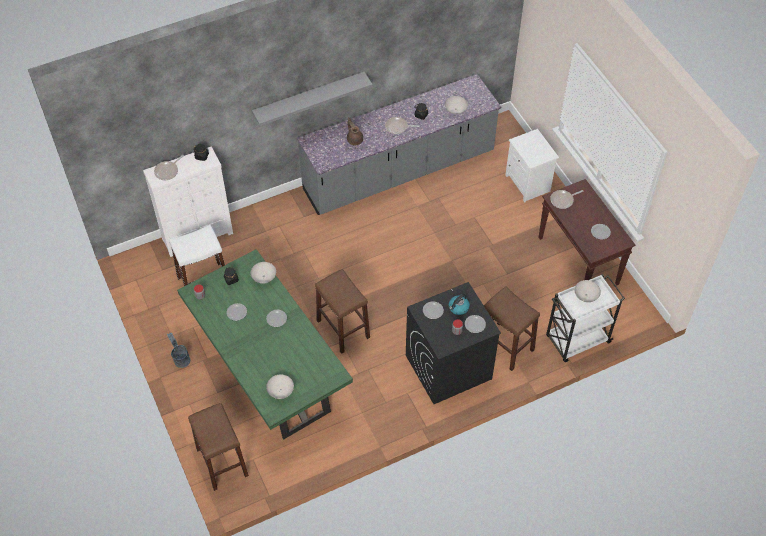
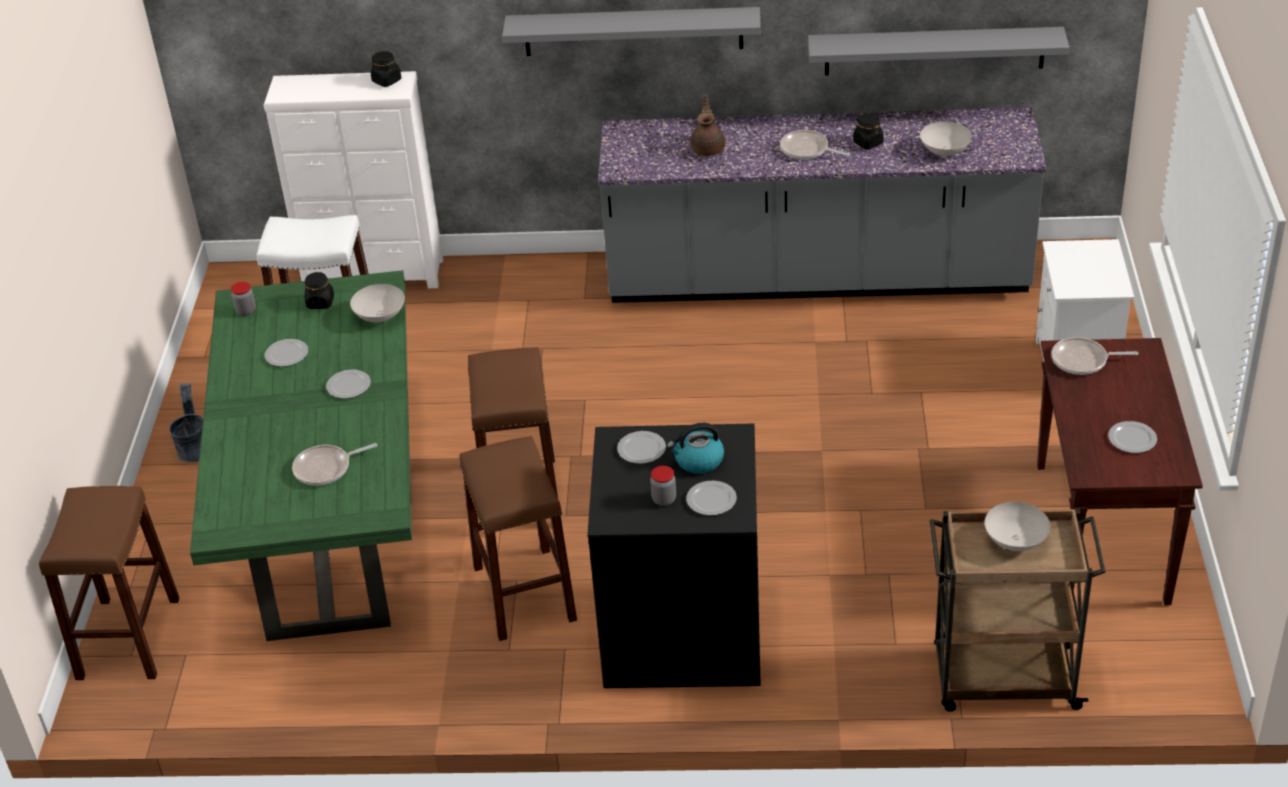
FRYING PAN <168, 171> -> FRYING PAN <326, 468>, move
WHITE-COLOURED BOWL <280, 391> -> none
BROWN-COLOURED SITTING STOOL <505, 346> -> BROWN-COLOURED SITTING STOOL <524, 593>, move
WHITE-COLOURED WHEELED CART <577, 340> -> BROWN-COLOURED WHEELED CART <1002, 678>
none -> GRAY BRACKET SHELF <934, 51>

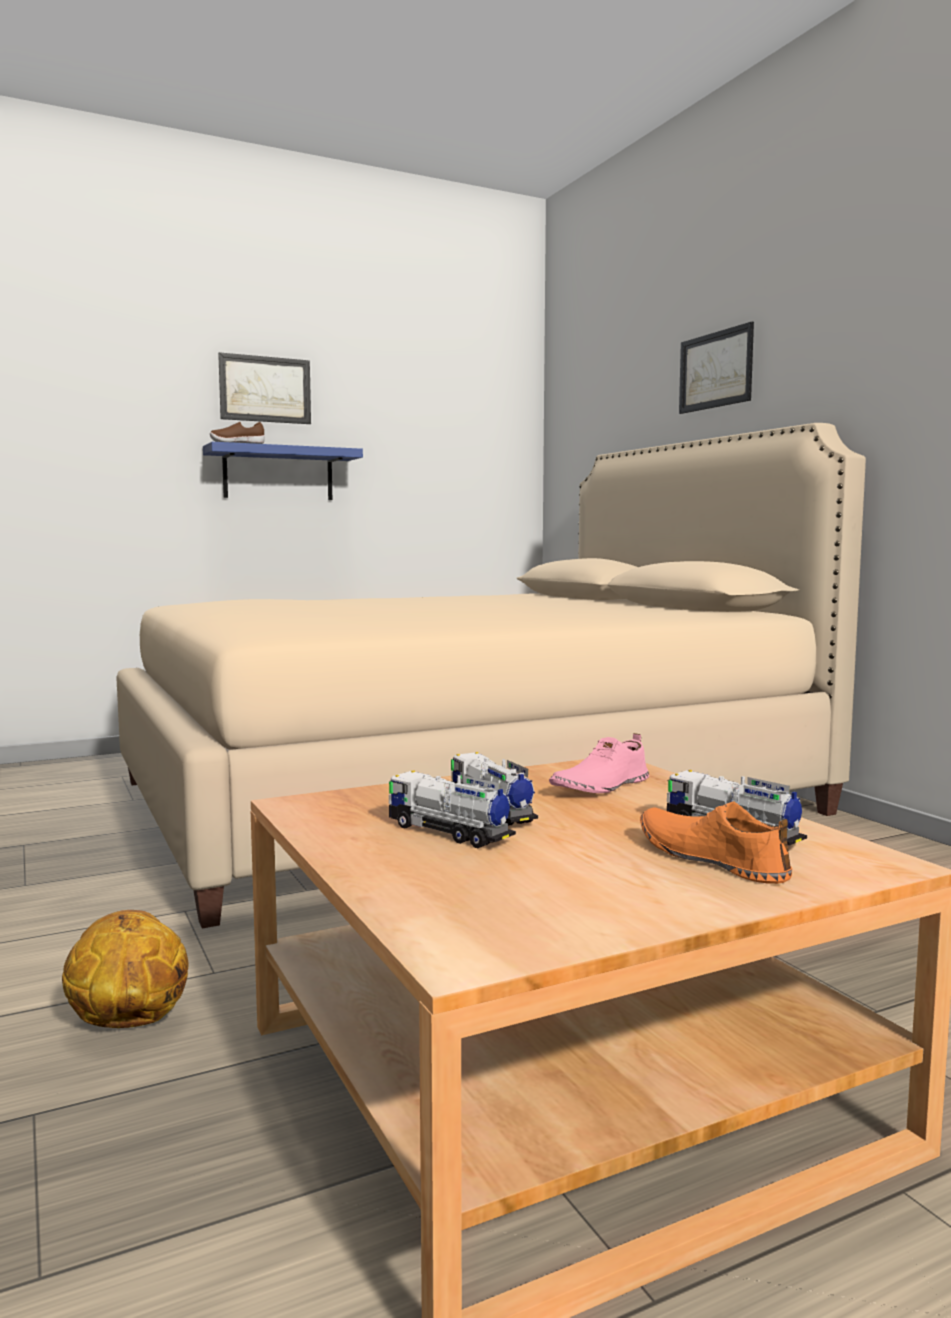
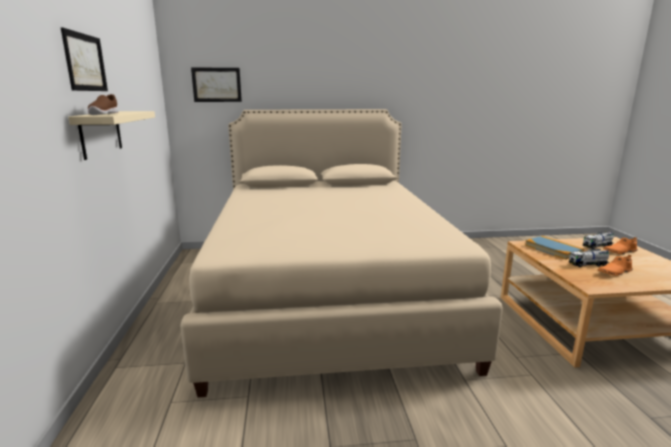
BASKETBALL BALL <128, 1022> -> none
BLUE BRACKET SHELF <278, 474> -> SAND-COLOURED BRACKET SHELF <101, 133>
TOY LORRY <449, 832> -> ORANGEY SHOE <614, 272>
PINK-COLOURED SHOE <600, 786> -> VOLUME <553, 249>
PICTURE <715, 370> -> PICTURE <216, 84>, move

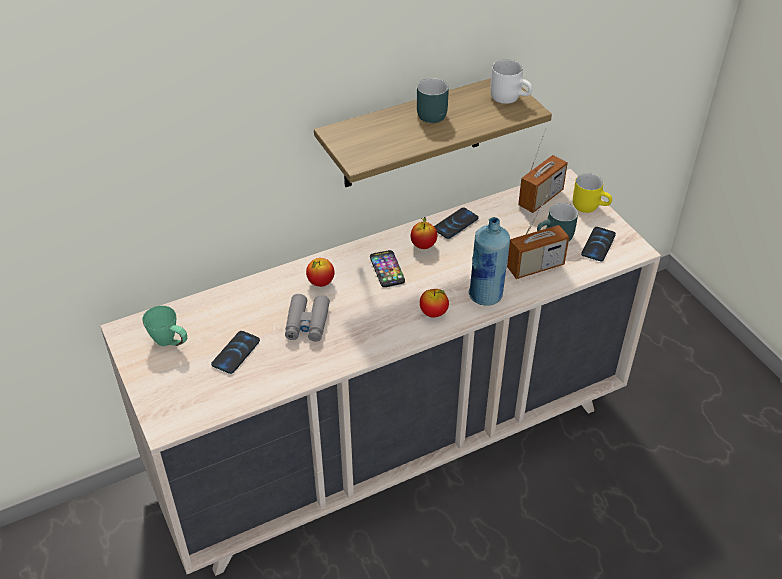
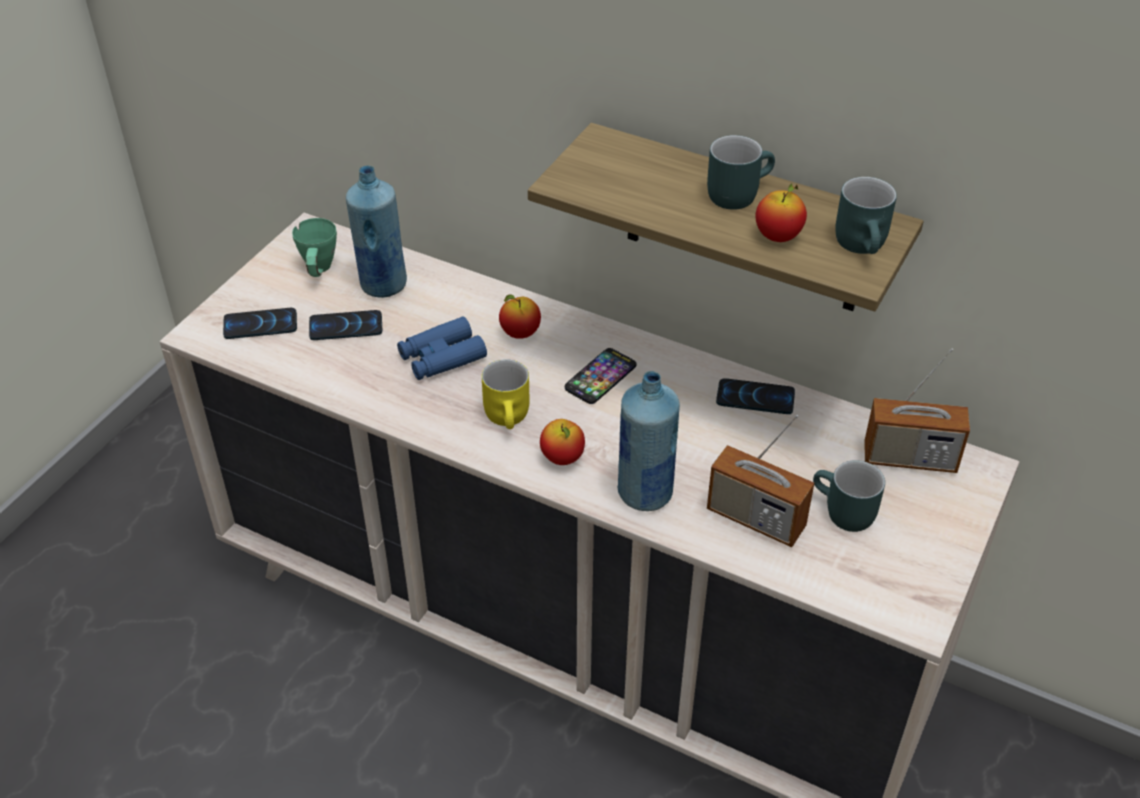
GRAY FIELD GLASSES <307, 323> -> BLUE FIELD GLASSES <442, 357>
APPLE FRUIT <423, 245> -> APPLE FRUIT <778, 237>, move
WHITE-COLOURED TEA MUG <510, 97> -> TURQUOISE-COLOURED TEA MUG <865, 245>
YELLOW-COLOURED TEA MUG <590, 205> -> YELLOW-COLOURED TEA MUG <510, 417>, move
PHONE <598, 245> -> PHONE <260, 325>, move
none -> BLUE DRINK BOTTLE <382, 285>

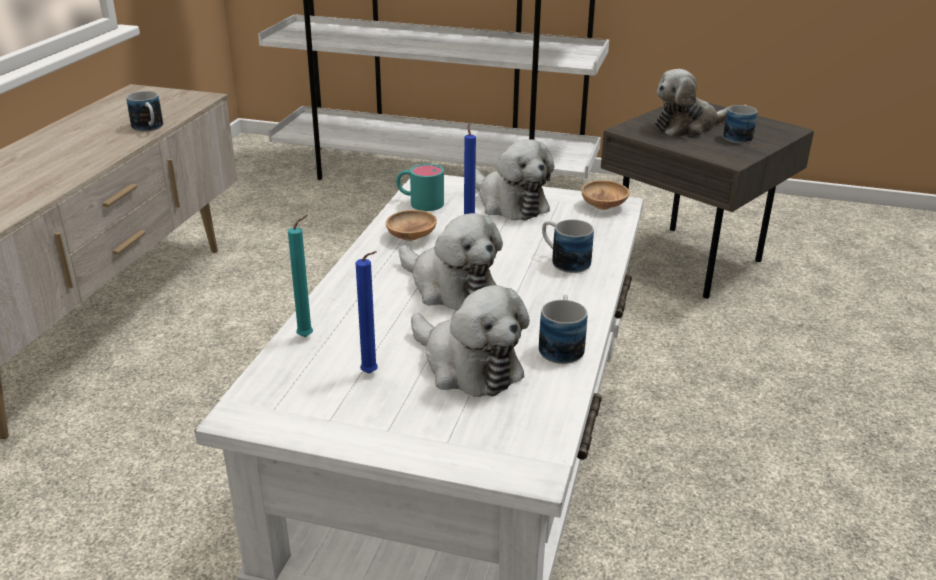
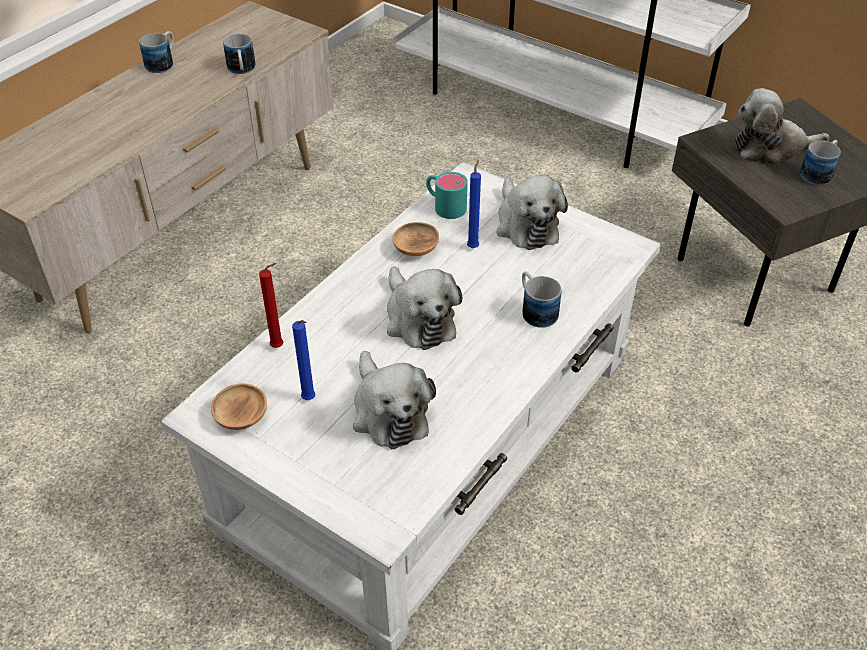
TURQUOISE-COLOURED WAX LIGHT <308, 336> -> RED WAX LIGHT <279, 347>
TEA MUG <561, 345> -> TEA MUG <163, 63>, move
BROWN-COLOURED BOWL <603, 206> -> BROWN-COLOURED BOWL <241, 417>, move

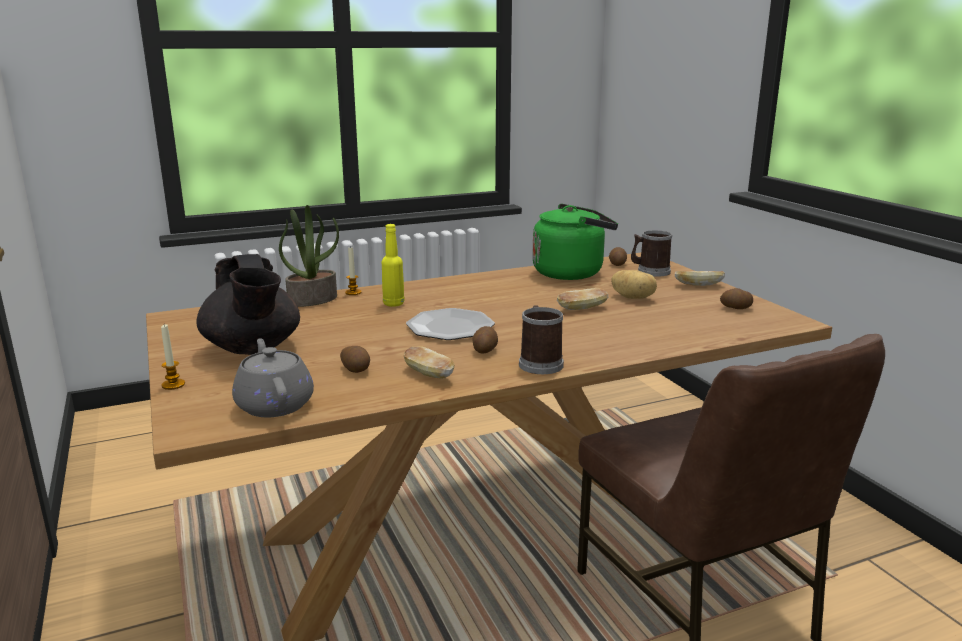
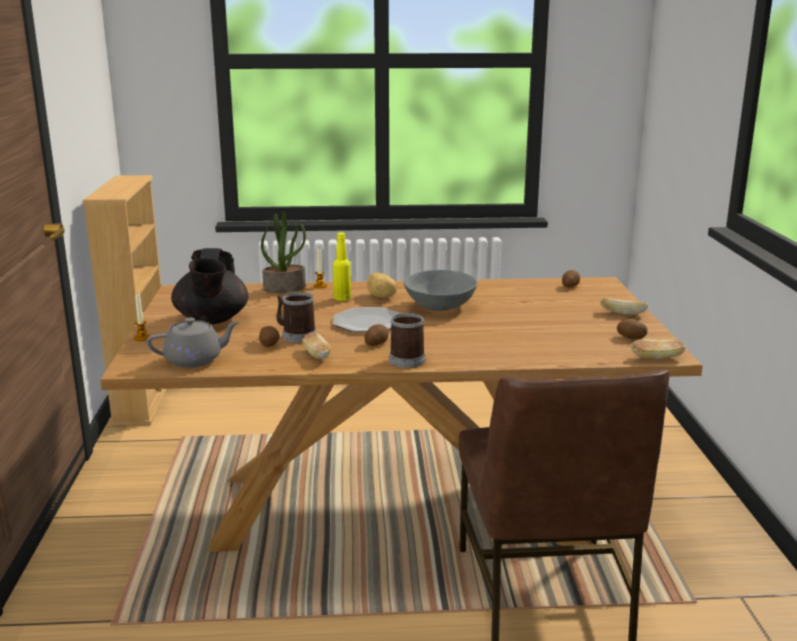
GRAY TEA POT <274, 404> -> GRAY TEA POT <195, 360>, 75 degrees clockwise
GREEN-COLOURED TEA KETTLE <572, 273> -> none
BAKERY BREAD <582, 308> -> BAKERY BREAD <657, 358>, move
POTATO <633, 297> -> POTATO <381, 296>, move
TEA MUG <650, 271> -> TEA MUG <296, 335>, move
none -> SAND-COLOURED SHELVING UNIT <143, 400>
none -> GRAY BOWL <439, 306>

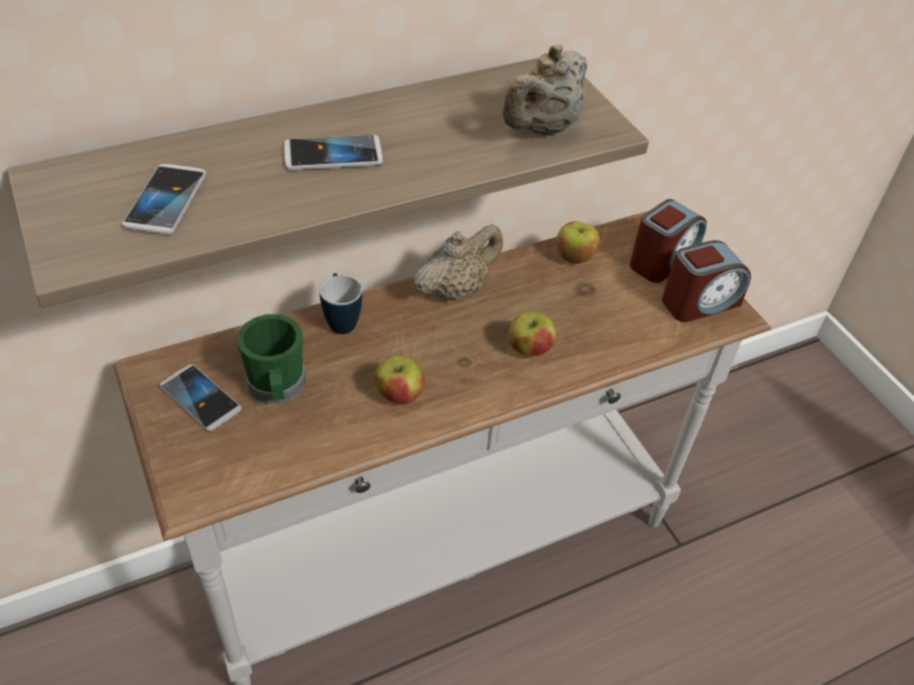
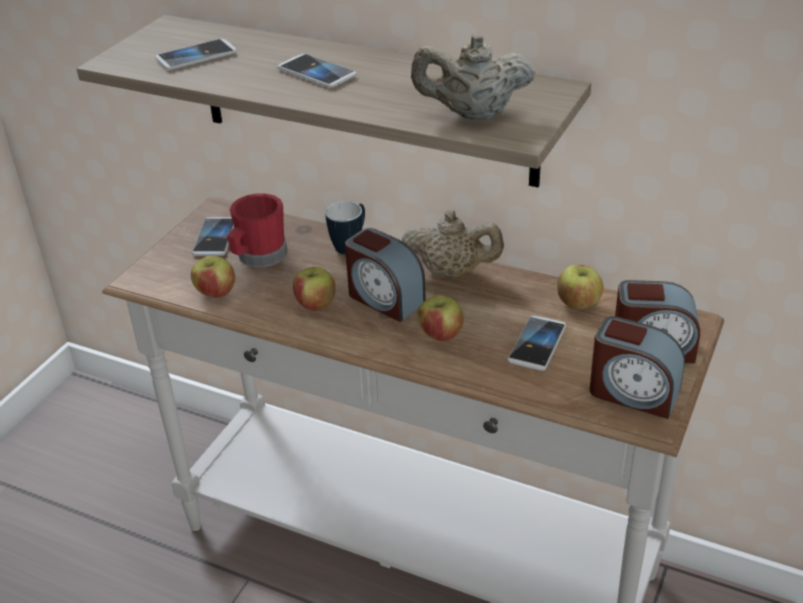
GREEN-COLOURED TEA MUG <277, 388> -> RED TEA MUG <258, 257>
none -> APPLE FRUIT <216, 293>
none -> ALARM CLOCK <384, 299>
none -> PHONE <537, 344>

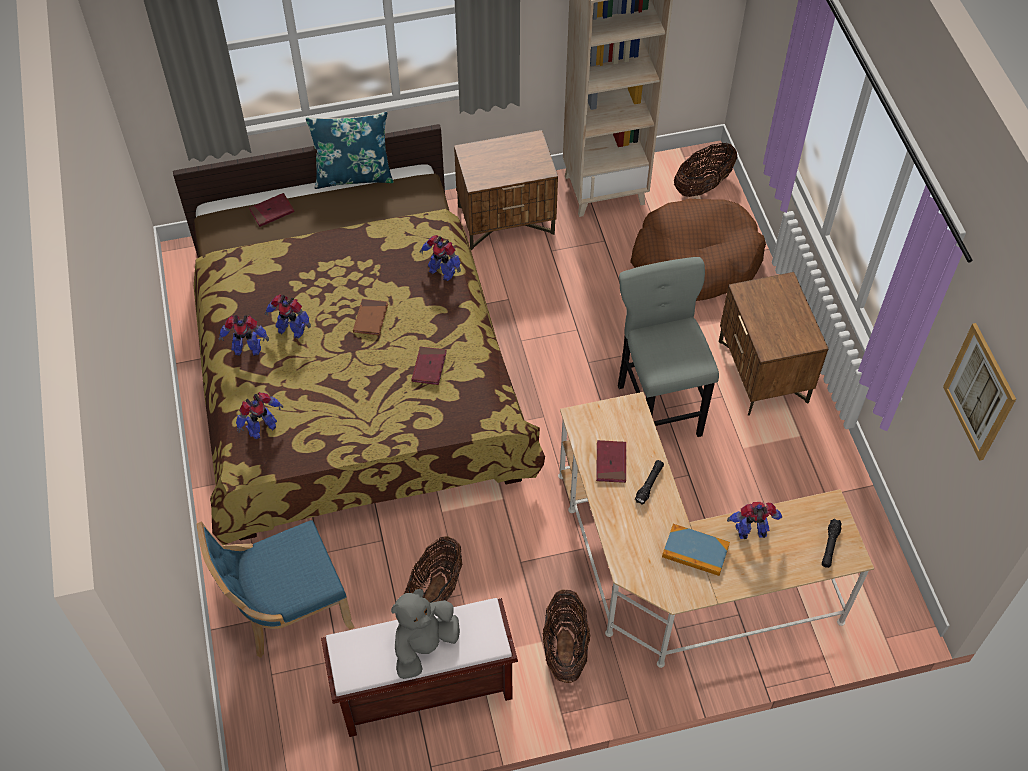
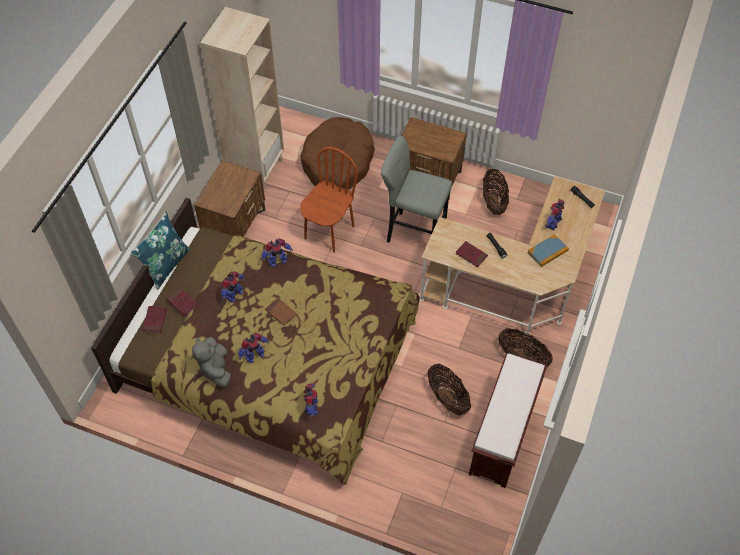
BLUE PLAIN CHAIR <288, 611> -> none
TOY ROBOT <247, 348> -> TOY ROBOT <234, 295>, move
GRAY SOFT TOY <424, 645> -> GRAY SOFT TOY <215, 369>, move
RED VOLUME <429, 367> -> RED VOLUME <182, 303>, move
BASKET <703, 185> -> BASKET <493, 201>, move
PICTURE <979, 392> -> none
none -> BROWN-COLOURED PLAIN CHAIR <329, 232>

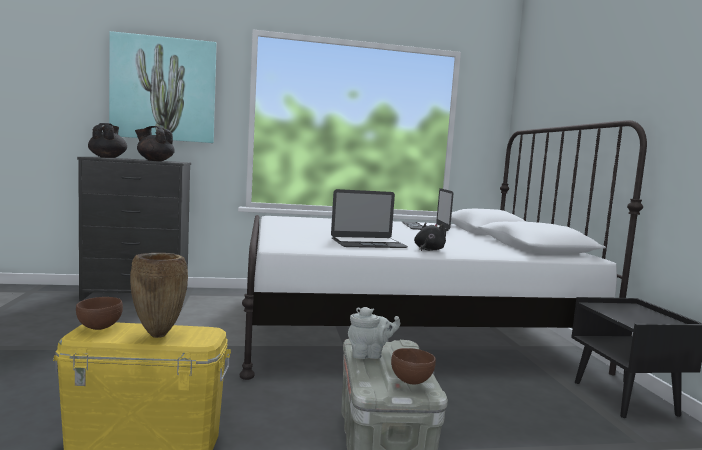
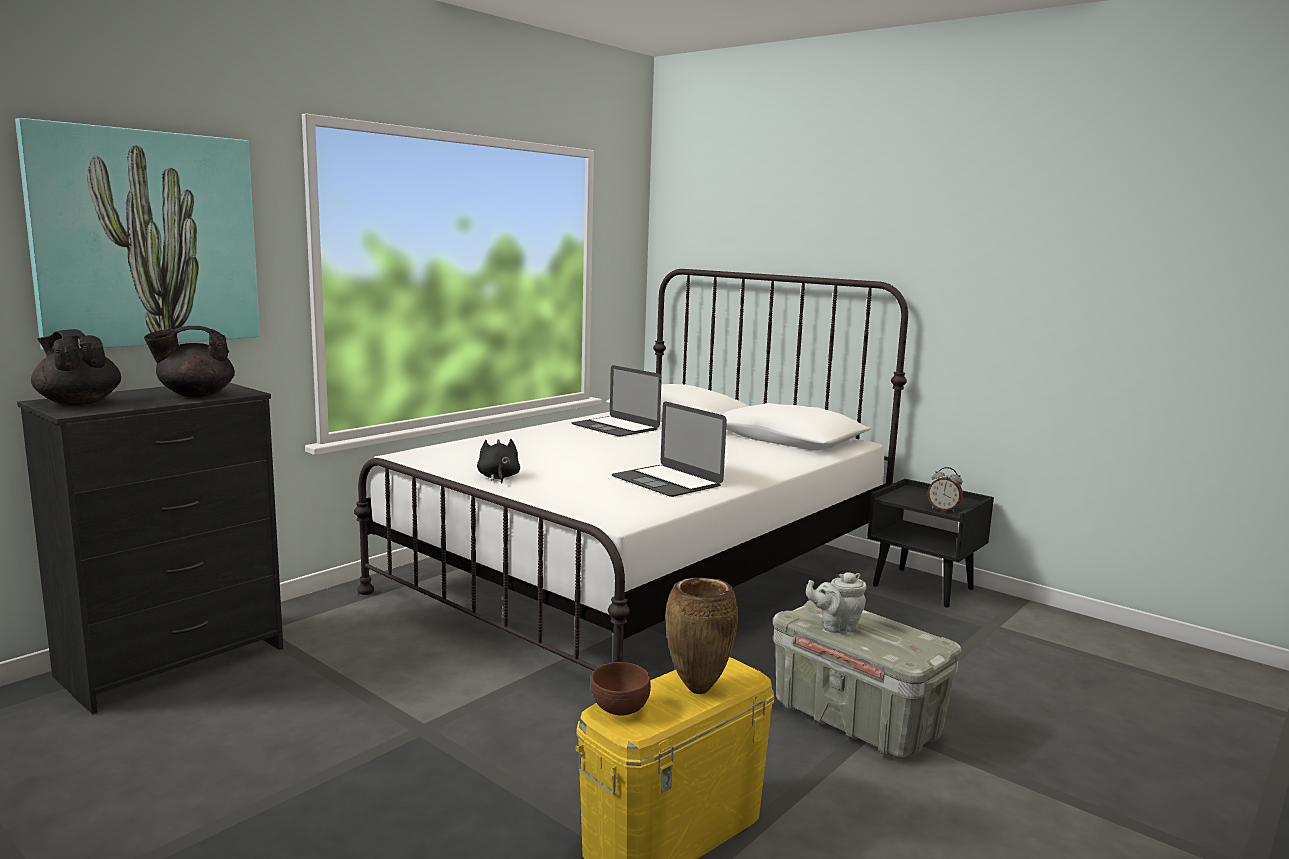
NOTEBOOK COMPUTER <368, 243> -> NOTEBOOK COMPUTER <667, 481>, 105 degrees clockwise
GRAY TEA POT <369, 355> -> GRAY TEA POT <836, 627>, 135 degrees counterclockwise
BROWN-COLOURED BOWL <410, 381> -> none
BLACK SOFT TOY <428, 250> -> BLACK SOFT TOY <498, 477>, move
none -> ALARM CLOCK <943, 509>

